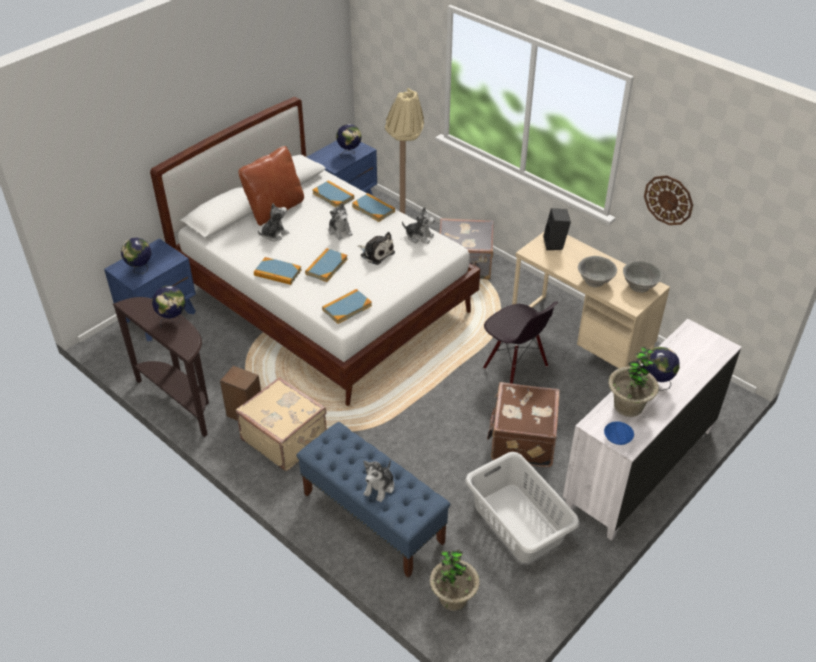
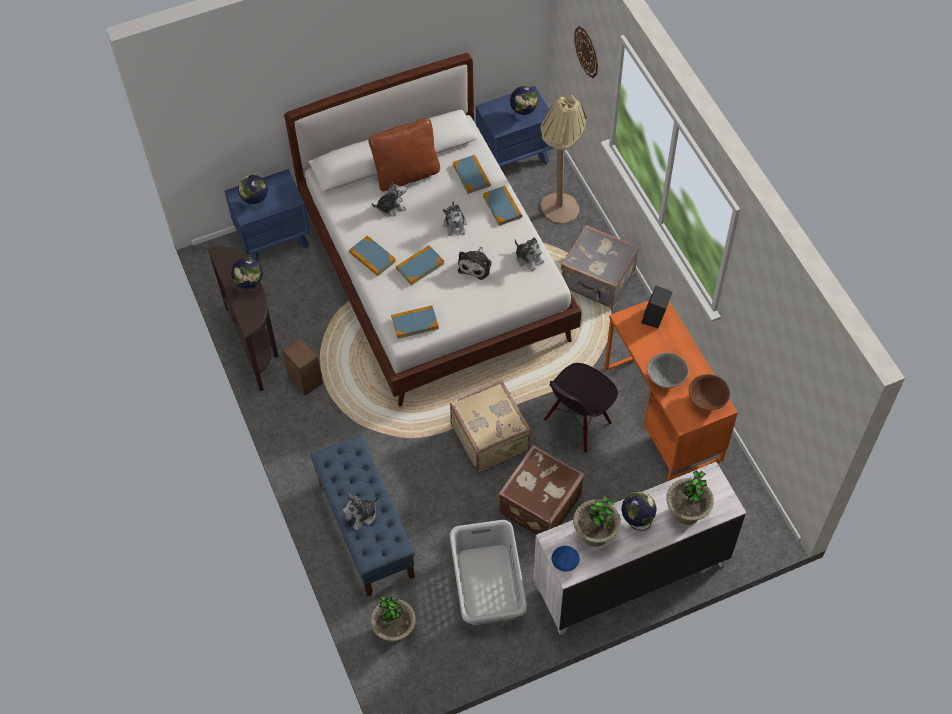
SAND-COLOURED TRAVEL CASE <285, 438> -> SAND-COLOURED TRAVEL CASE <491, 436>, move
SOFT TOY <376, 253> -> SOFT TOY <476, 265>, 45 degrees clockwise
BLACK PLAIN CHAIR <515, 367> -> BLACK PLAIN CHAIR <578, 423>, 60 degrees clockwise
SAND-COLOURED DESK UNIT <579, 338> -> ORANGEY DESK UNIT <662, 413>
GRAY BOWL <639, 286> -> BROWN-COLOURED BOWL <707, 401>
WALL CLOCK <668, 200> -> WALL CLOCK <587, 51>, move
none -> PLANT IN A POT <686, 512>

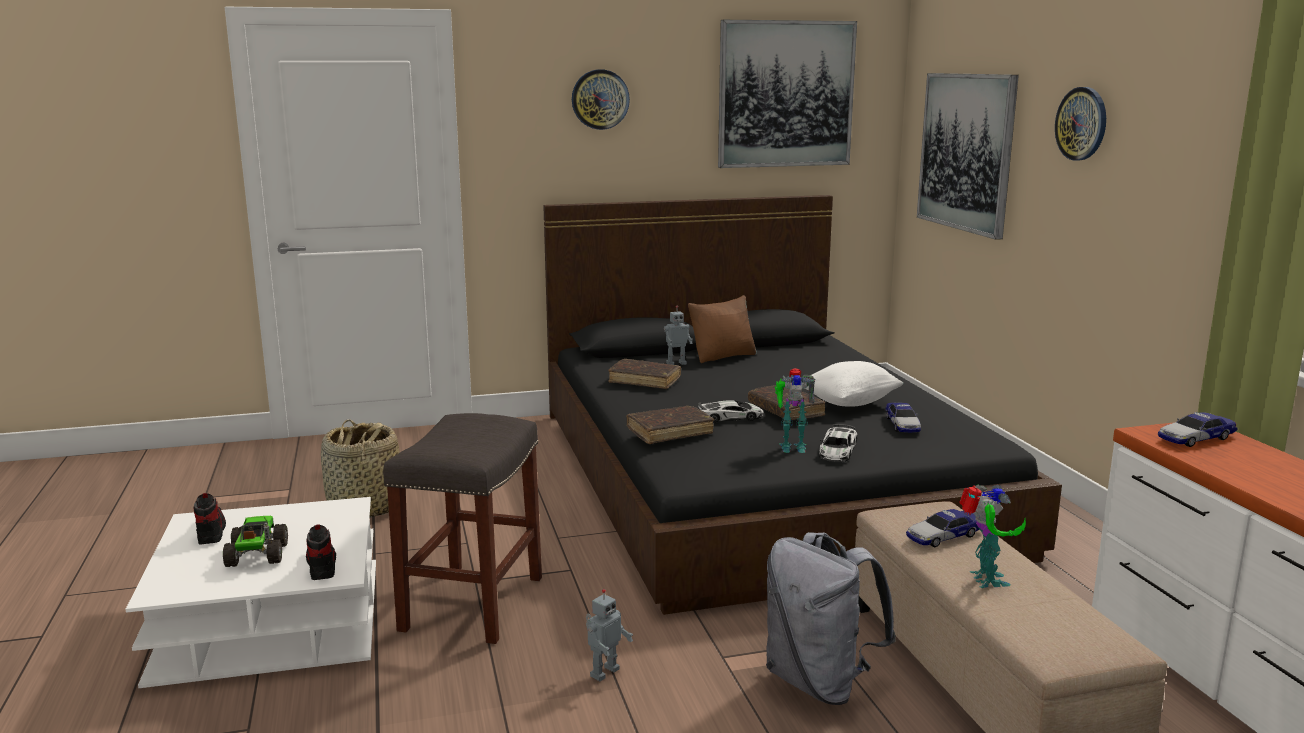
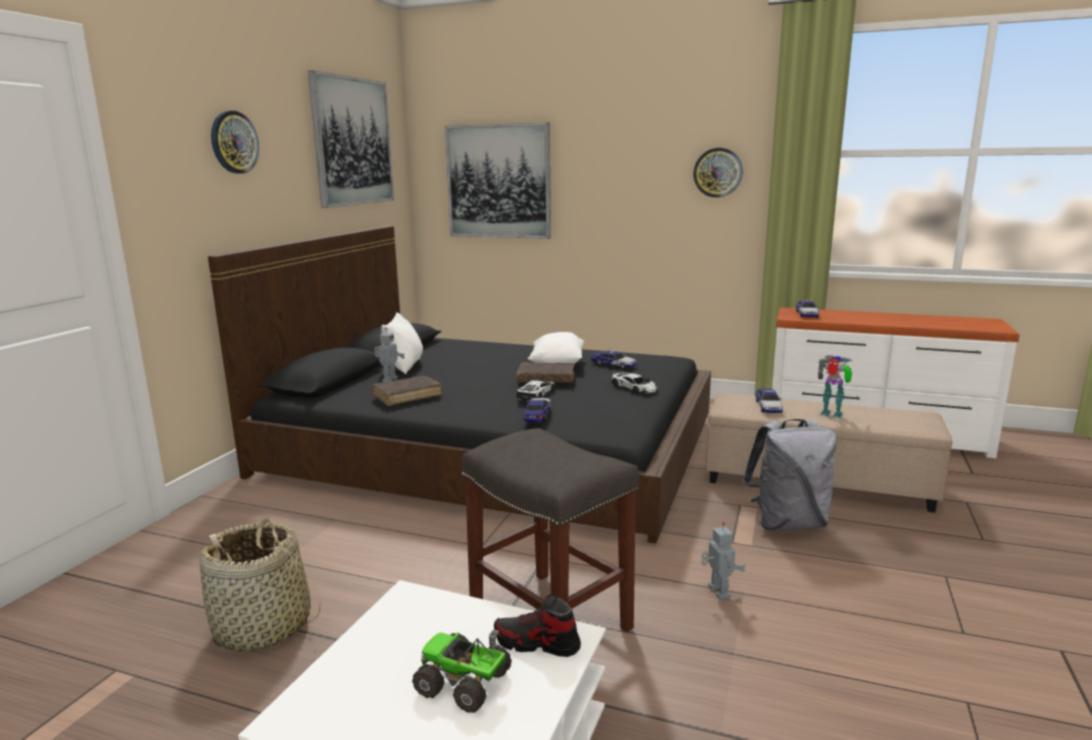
SHOE <210, 531> -> none
BROWN-COLOURED VOLUME <669, 432> -> MODEL CAR <537, 415>
BROWN-COLOURED CUSHION <723, 356> -> WHITE-COLOURED CUSHION <404, 366>
TOY ROBOT <791, 446> -> none
WALL CLOCK <1082, 123> -> WALL CLOCK <717, 172>, move

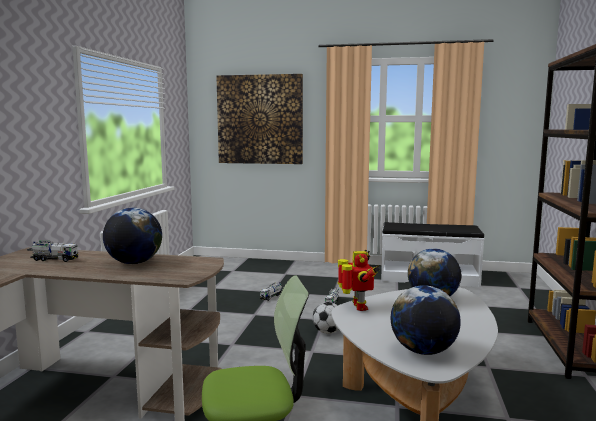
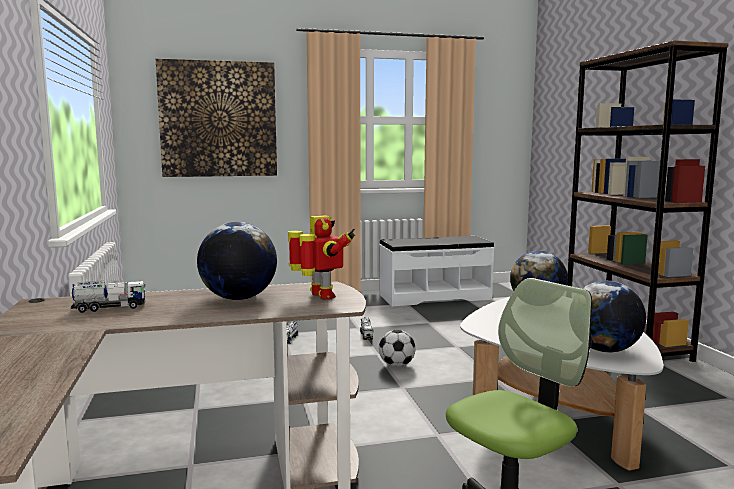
TOY ROBOT <358, 307> -> TOY ROBOT <320, 296>, move

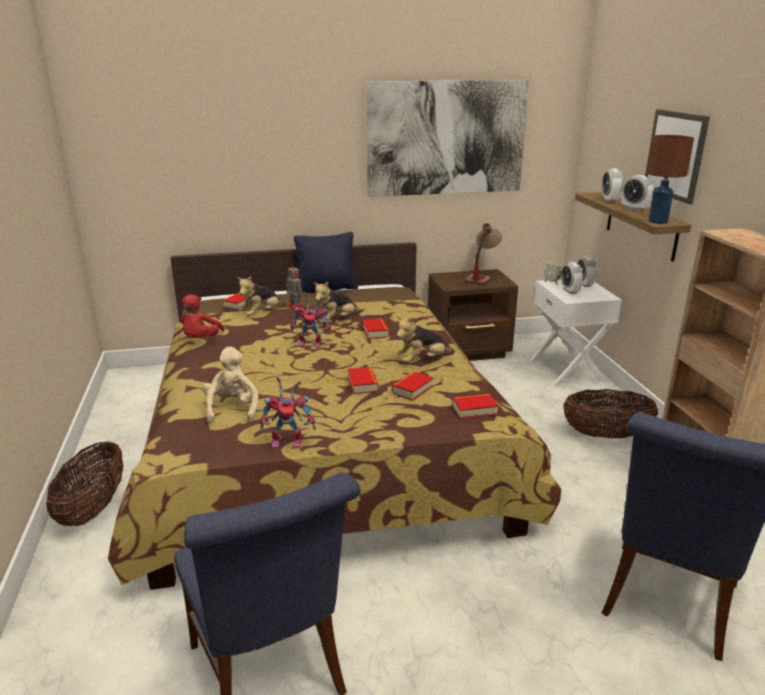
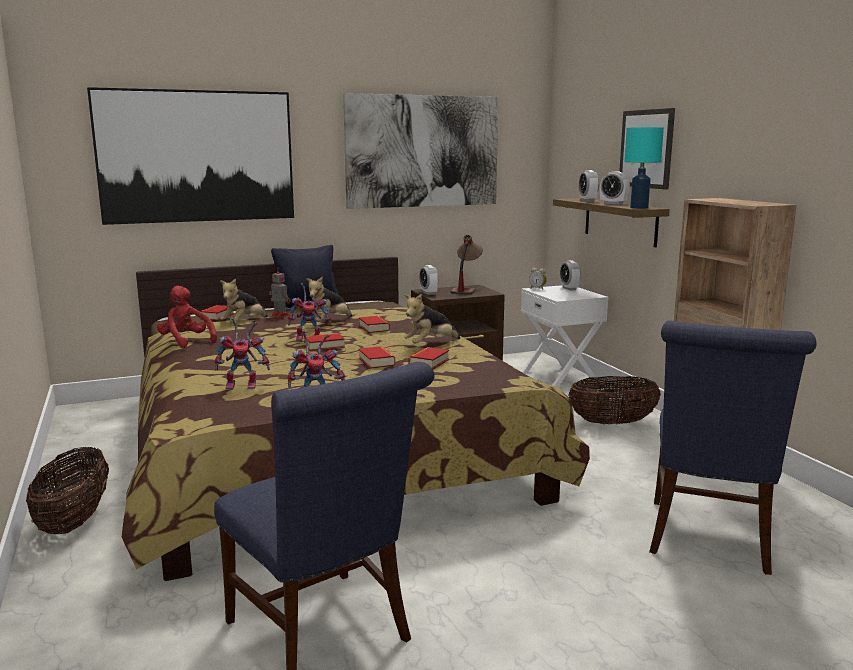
RED SOFT TOY <201, 340> -> RED SOFT TOY <186, 342>, 135 degrees clockwise
SAND-COLOURED SOFT TOY <232, 409> -> TOY ROBOT <244, 385>
VOLUME <474, 410> -> VOLUME <324, 346>, move
ALARM CLOCK <570, 291> -> ALARM CLOCK <428, 293>, move
BROWN-COLOURED TABLETOP LAMP <658, 221> -> TURQUOISE-COLOURED TABLETOP LAMP <639, 208>
none -> PICTURE <197, 156>

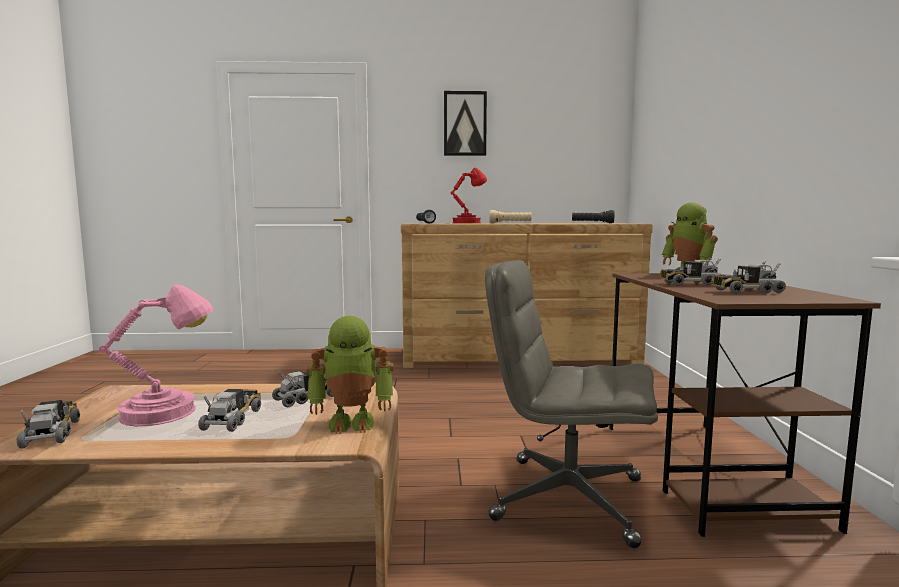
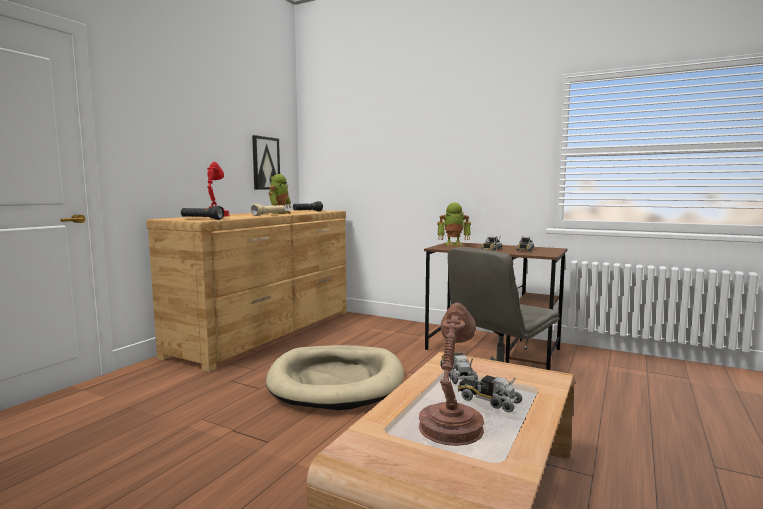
TOY LORRY <53, 432> -> none
PINK-COLOURED TABLETOP LAMP <165, 412> -> BROWN-COLOURED TABLETOP LAMP <451, 425>
TOY ROBOT <352, 422> -> TOY ROBOT <279, 213>, move
PICTURE <465, 124> -> PICTURE <265, 163>, move
none -> SAND-COLOURED PET BED <336, 381>

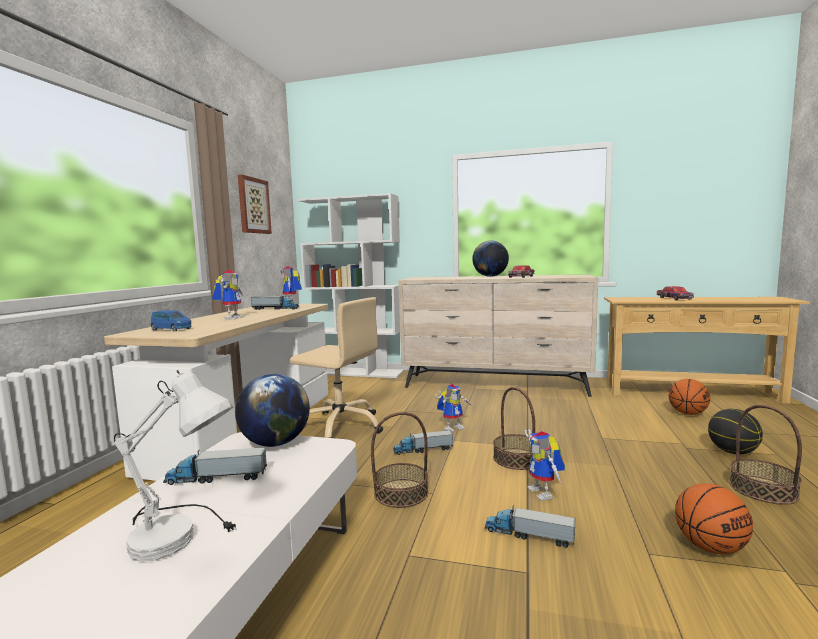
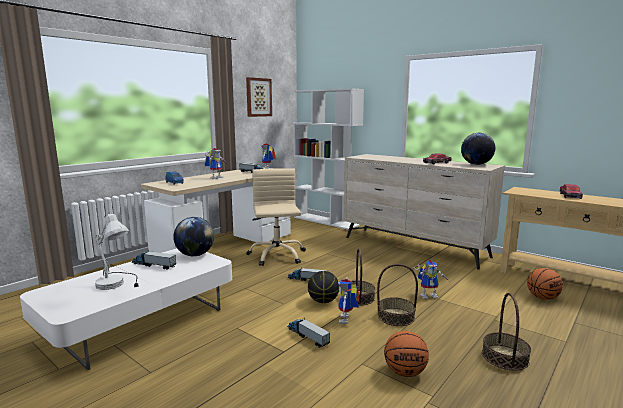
SAND-COLOURED DESK CHAIR <340, 426> -> SAND-COLOURED DESK CHAIR <276, 255>, 150 degrees counterclockwise
BASKET <401, 493> -> BASKET <396, 317>, move
TOY ROBOT <453, 428> -> TOY ROBOT <429, 295>, move
WORLD GLOBE <490, 276> -> WORLD GLOBE <476, 164>, move
BASKETBALL BALL <733, 452> -> BASKETBALL BALL <323, 301>, move

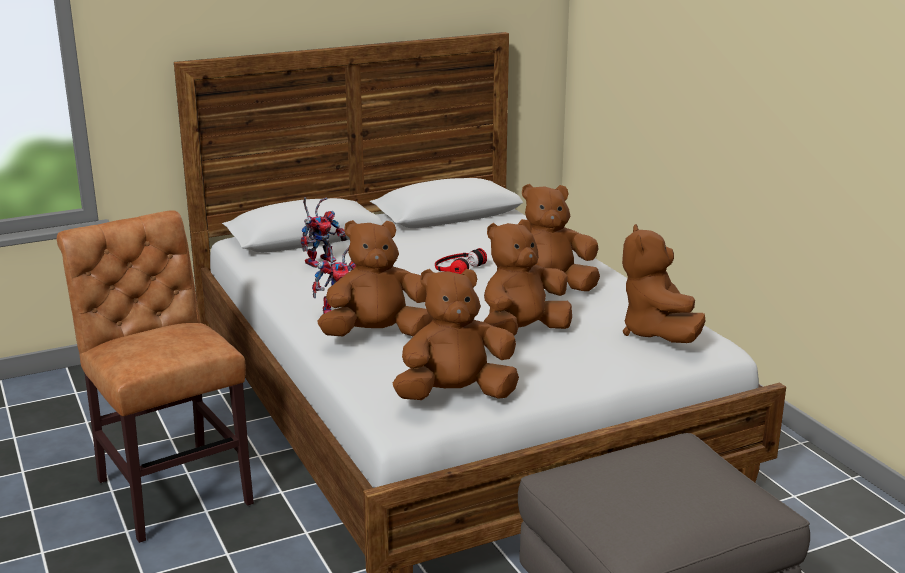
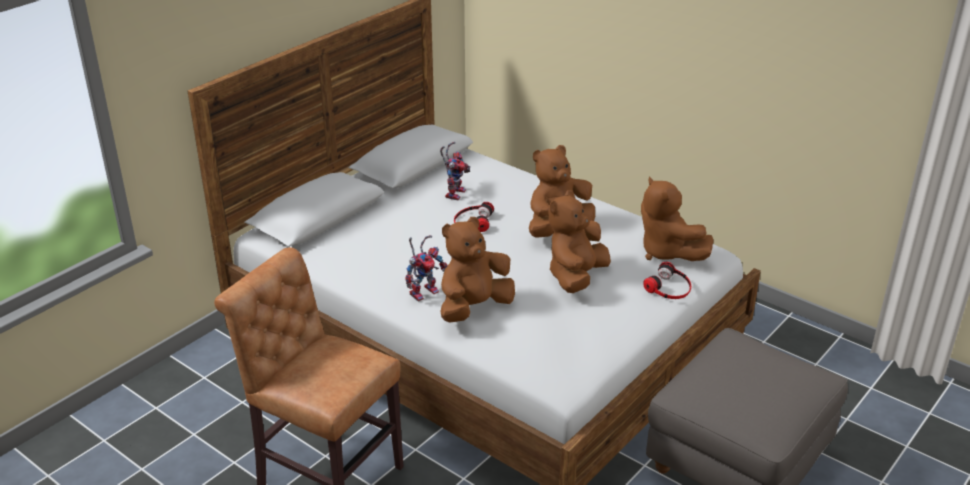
TOY ROBOT <321, 260> -> TOY ROBOT <454, 192>, move
BROWN-COLOURED SOFT TOY <455, 395> -> none
none -> HEADPHONES <669, 287>

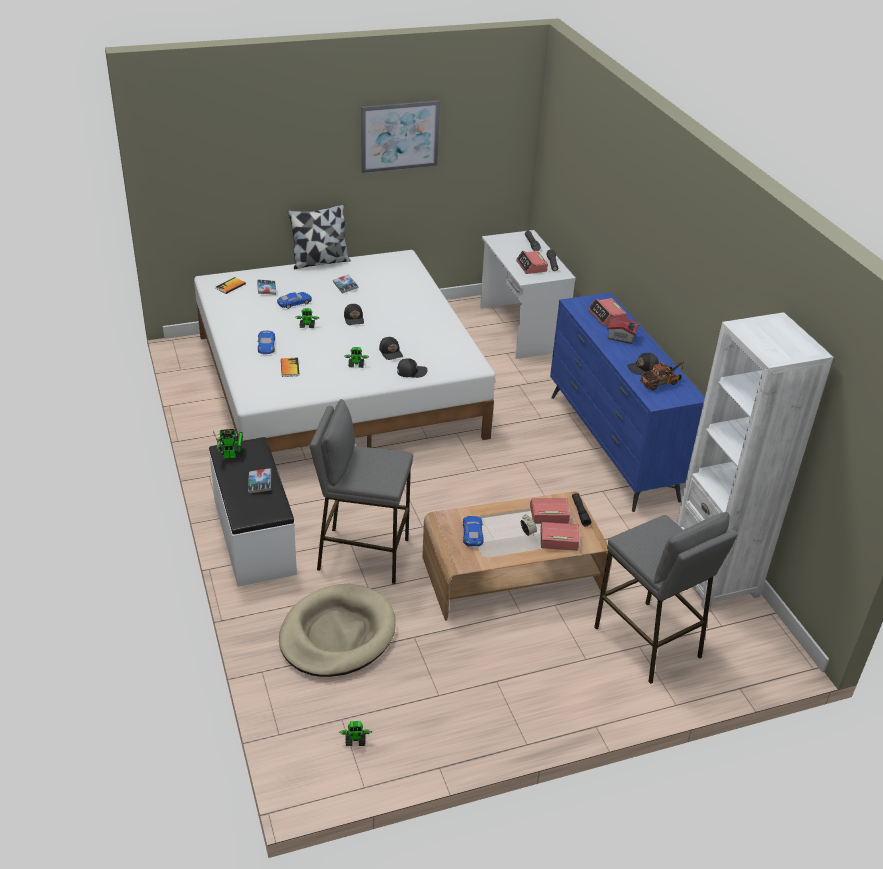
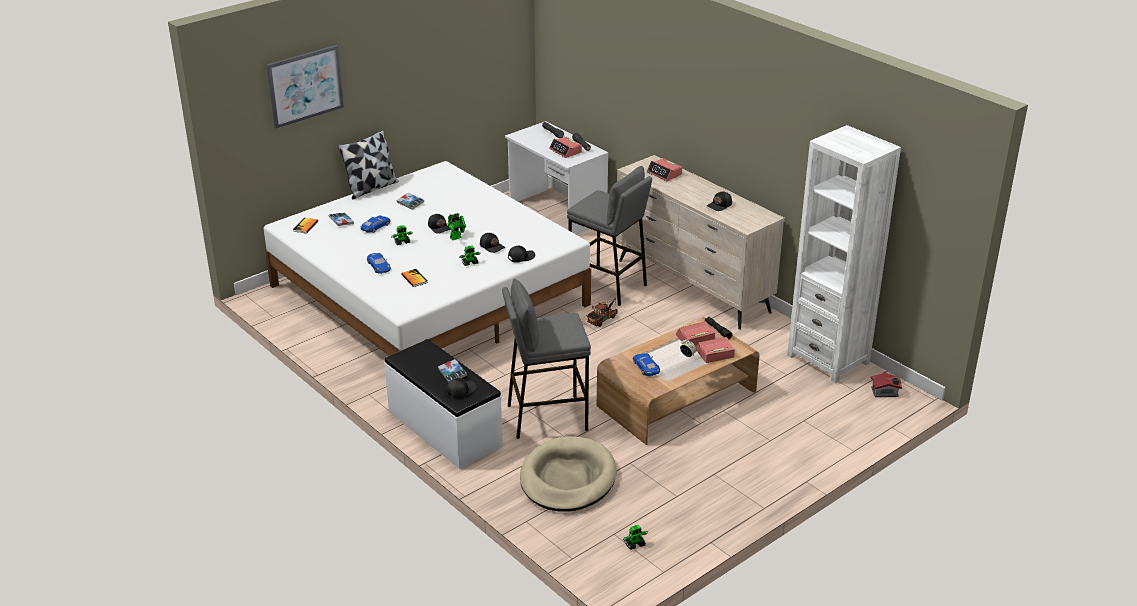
TOY ROBOT <232, 456> -> TOY ROBOT <457, 237>, move
PICTURE <399, 136> -> PICTURE <305, 86>, move
BLUE DRAWER CHEST <612, 447> -> SAND-COLOURED DRAWER CHEST <693, 286>
GRAY SITTING STOOL <647, 642> -> GRAY SITTING STOOL <608, 286>, move
TOY HOUSE <622, 337> -> TOY HOUSE <885, 392>, move
TOY LORRY <662, 382> -> TOY LORRY <603, 318>, move
none -> BLACK CAP <460, 391>

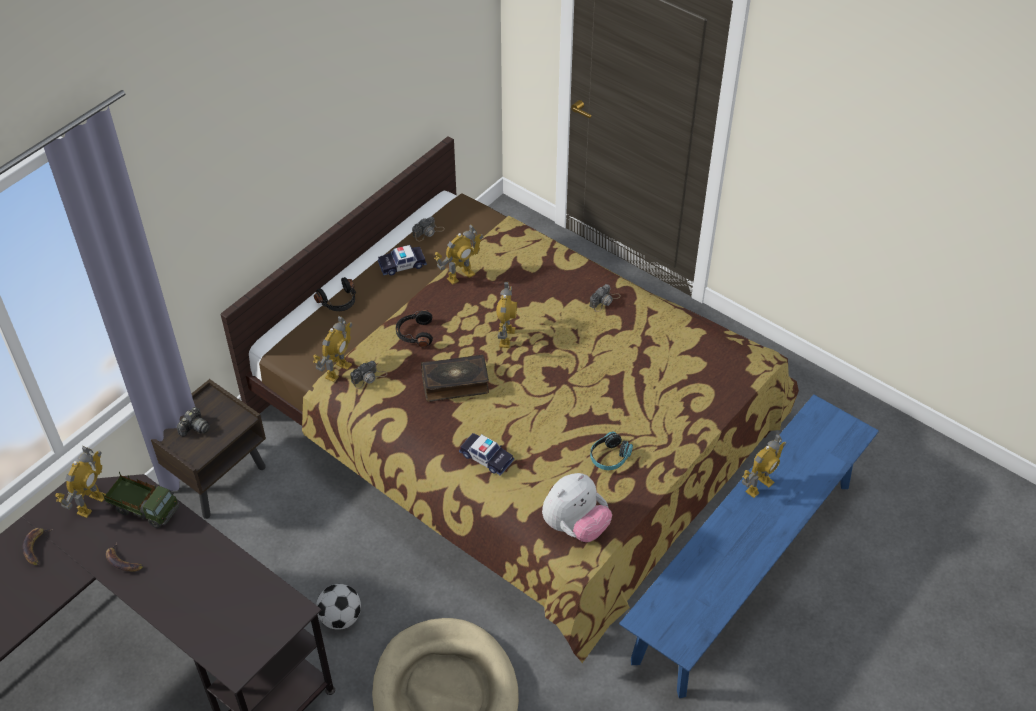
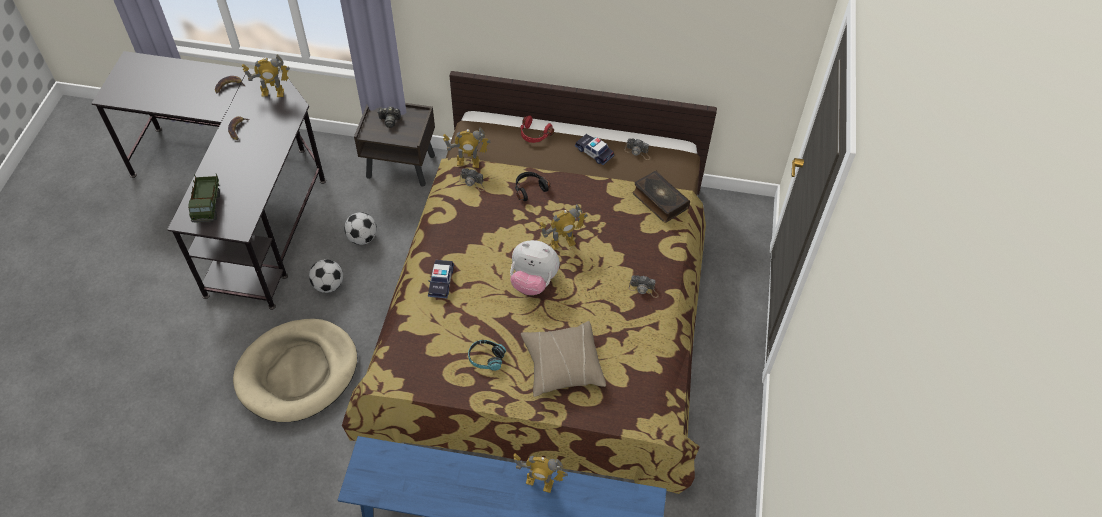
TOY LORRY <145, 509> -> TOY LORRY <208, 206>, move
BLACK HEADPHONES <339, 302> -> RED HEADPHONES <534, 135>
VOLUME <455, 383> -> VOLUME <659, 201>, move
TOY ROBOT <460, 276> -> none
SOFT TOY <575, 526> -> SOFT TOY <533, 281>, move
none -> FOOTBALL <362, 238>
none -> SAND-COLOURED CUSHION <562, 365>

